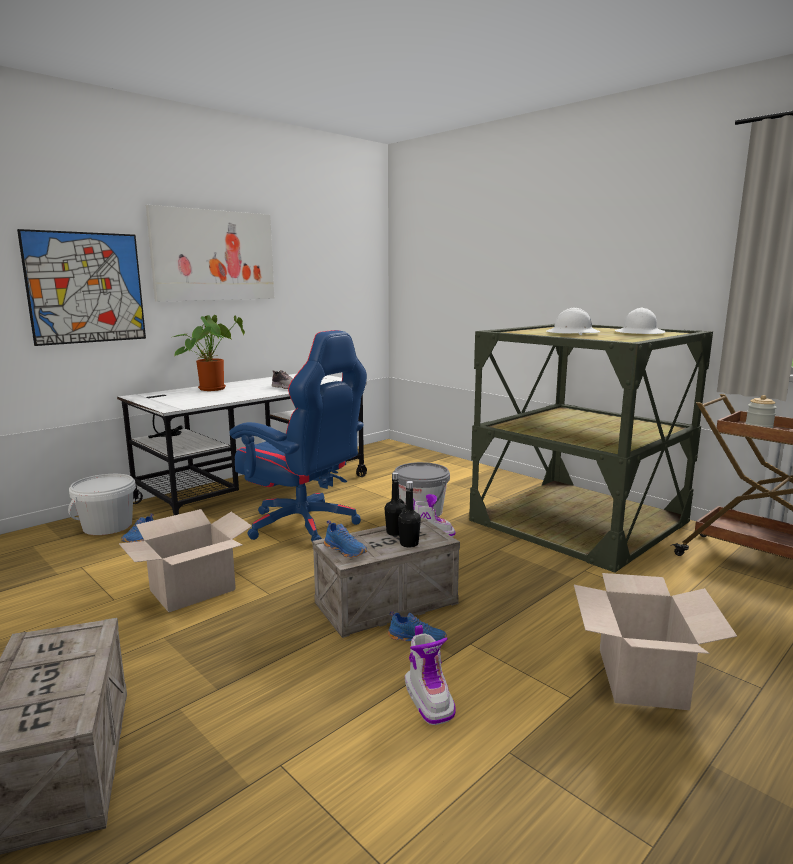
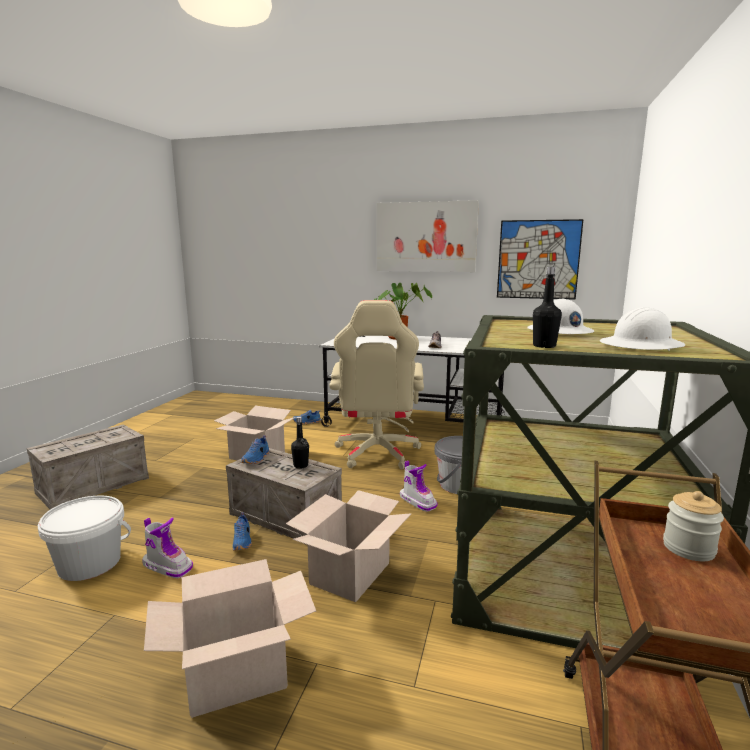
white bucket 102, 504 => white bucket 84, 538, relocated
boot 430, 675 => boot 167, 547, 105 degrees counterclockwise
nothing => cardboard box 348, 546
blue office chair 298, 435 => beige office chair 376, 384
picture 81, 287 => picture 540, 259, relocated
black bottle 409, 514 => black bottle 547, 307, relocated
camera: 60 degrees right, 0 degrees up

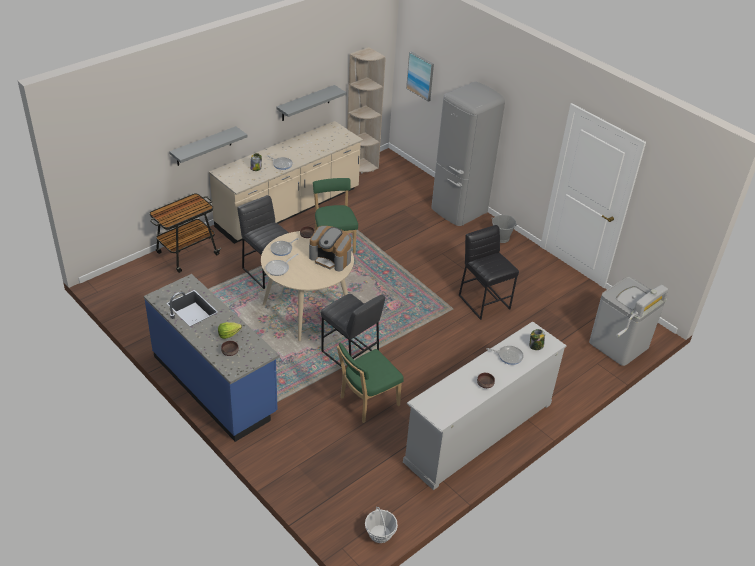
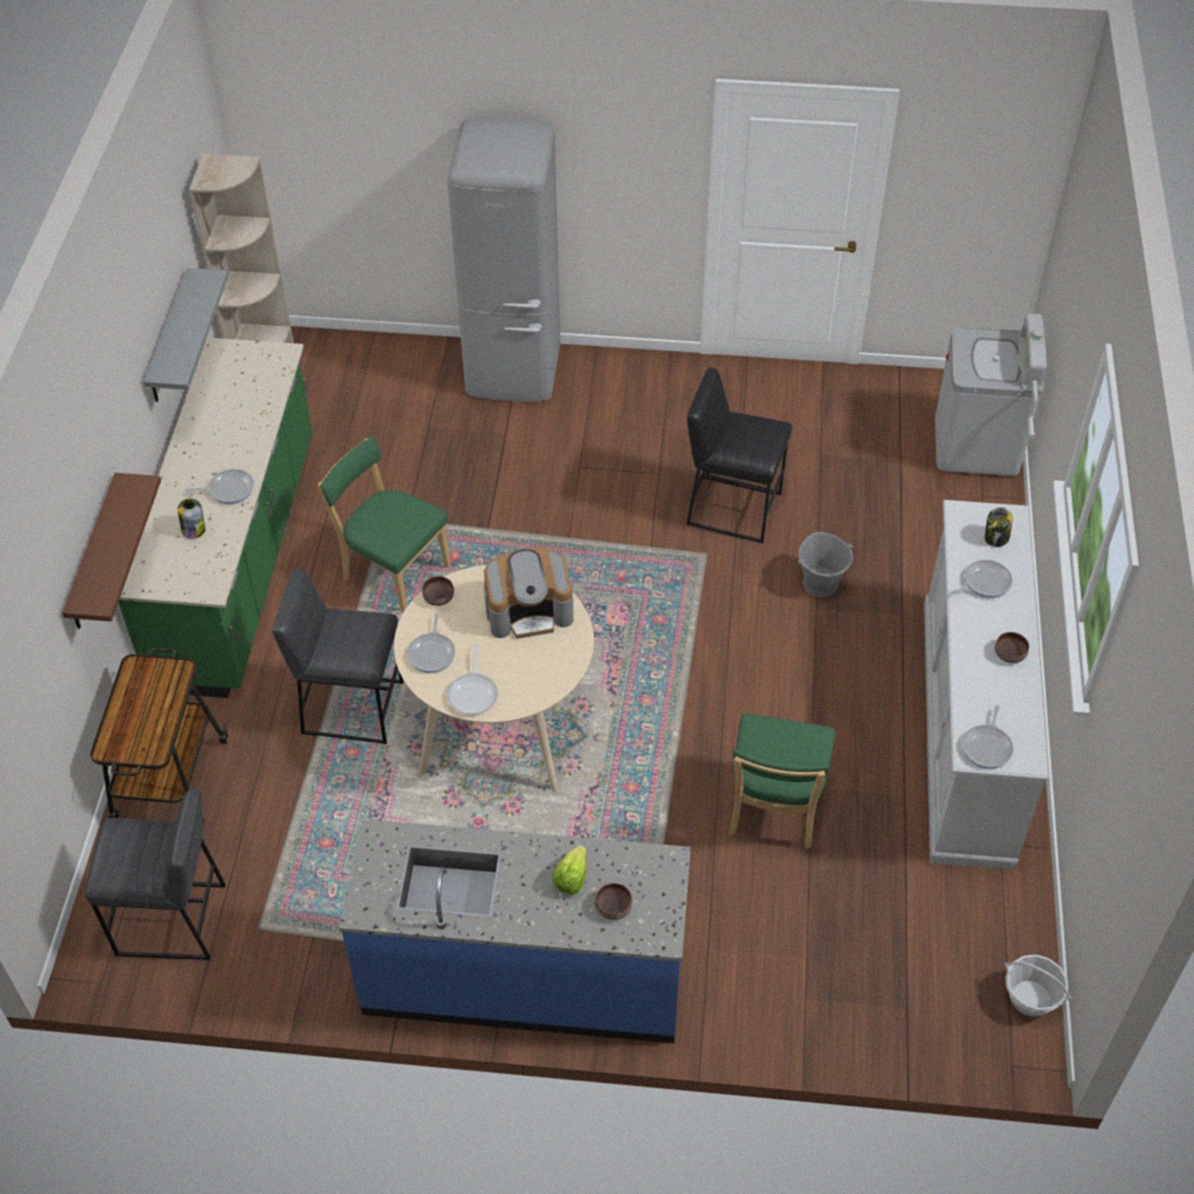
grey shelf 208, 146 => brown shelf 111, 551
grey stool 353, 330 => grey stool 155, 874, relocated
beige counter 286, 182 => green counter 215, 518
grey bucket 504, 229 => grey bucket 825, 564, relocated
nothing => frying pan 987, 737
picture 420, 77 => nothing
camera: 40 degrees left, 10 degrees up

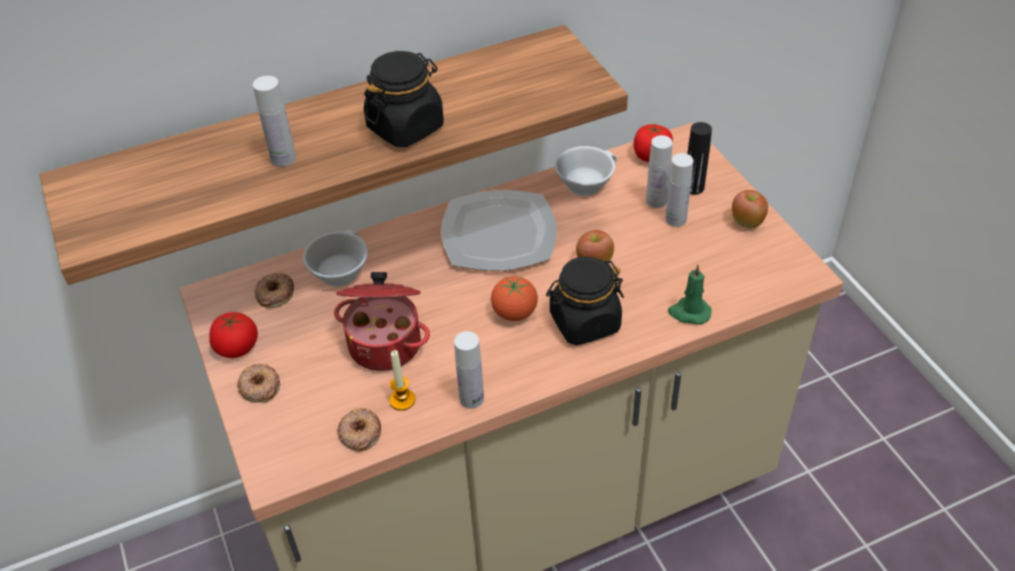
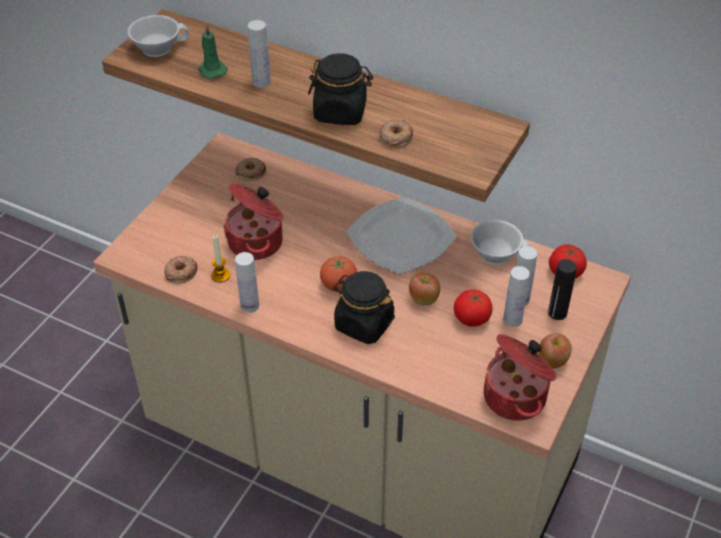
white cup 335, 258 => white cup 158, 36, relocated
green candle 690, 294 => green candle 213, 52, relocated
donut 259, 383 => donut 396, 133, relocated
tomato 233, 335 => tomato 473, 308, relocated
nothing => cooking pot 520, 377
camera: 50 degrees right, 0 degrees up

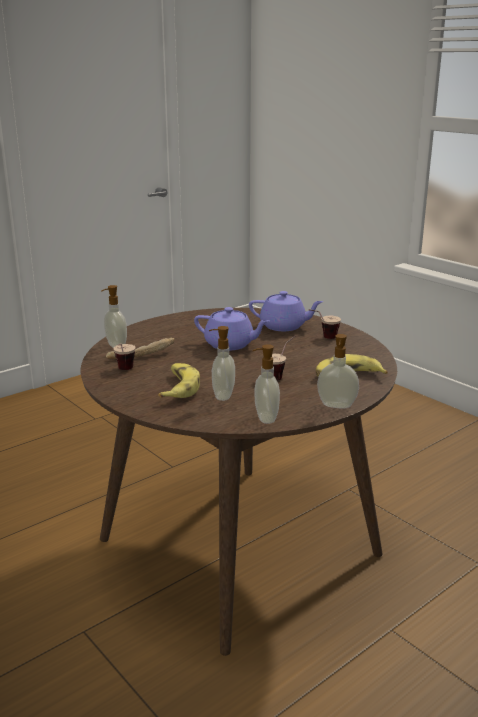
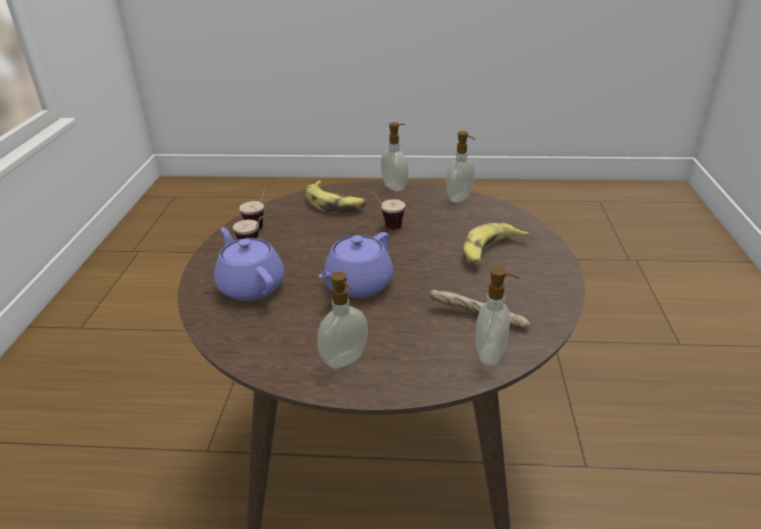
cup 124, 356 => cup 257, 205, relocated
soap dispenser 222, 363 => soap dispenser 342, 320, relocated
purple teapot 231, 329 => purple teapot 356, 265, 120 degrees counterclockwise
camera: 135 degrees left, 10 degrees up

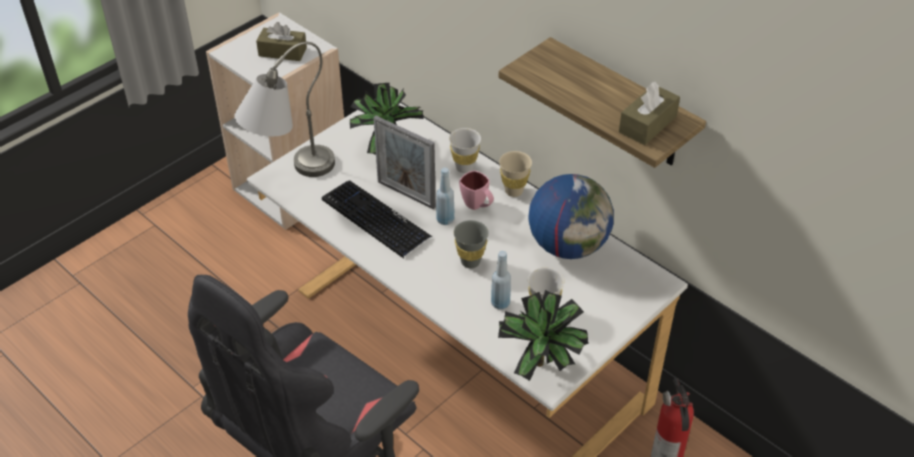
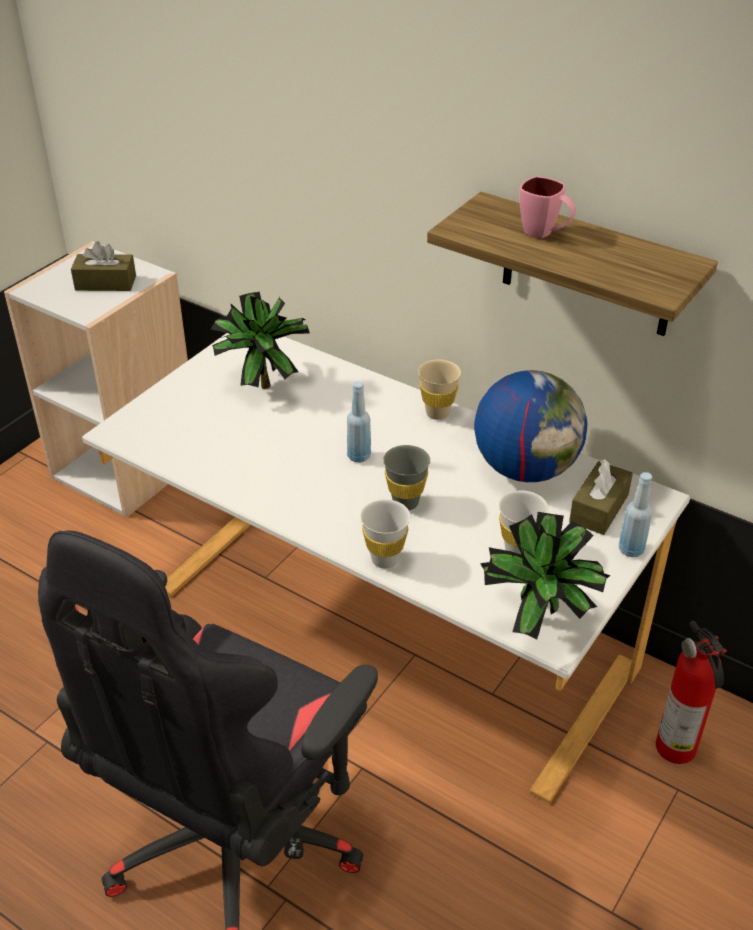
white cup 465, 150 => white cup 385, 534, relocated
pink mug 476, 190 => pink mug 547, 207, relocated
brown tissue box 649, 113 => brown tissue box 601, 497, relocated
blue bottle 501, 280 => blue bottle 636, 514, relocated
grey table lamp 284, 109 => nothing
keyboard 377, 219 => nothing
picture frame 404, 163 => nothing
camera: 10 degrees left, 5 degrees down

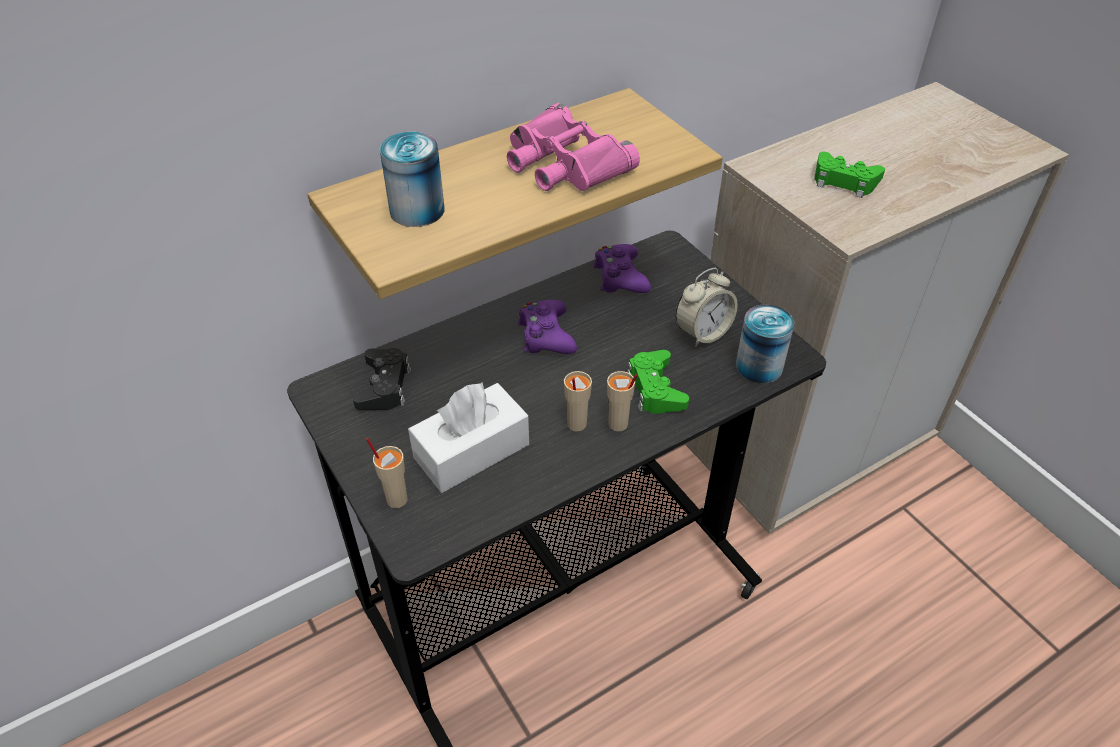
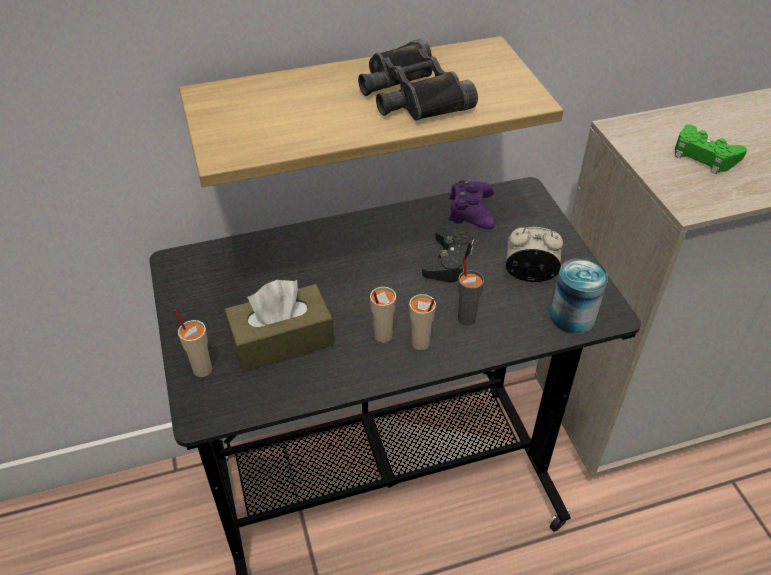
white tissue box 468, 437 => brown tissue box 279, 326
pink binoculars 573, 147 => black binoculars 418, 80
black game controller 382, 379 => black game controller 448, 255, relocated
green game controller 658, 382 => grey cup 471, 290
alarm clock 706, 307 => alarm clock 534, 254, 150 degrees counterclockwise
can 412, 179 => nothing
purple game controller 547, 327 => nothing
camera: 15 degrees right, 0 degrees up

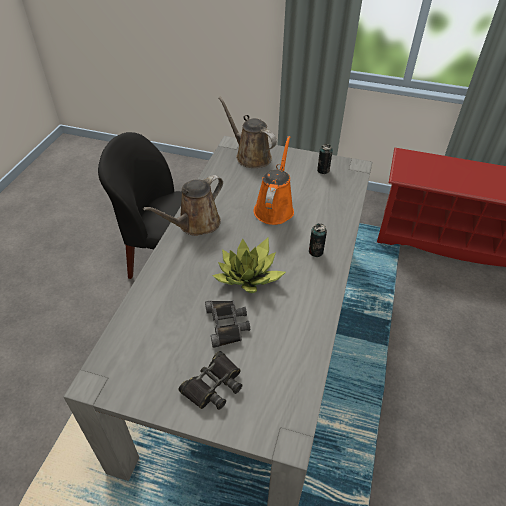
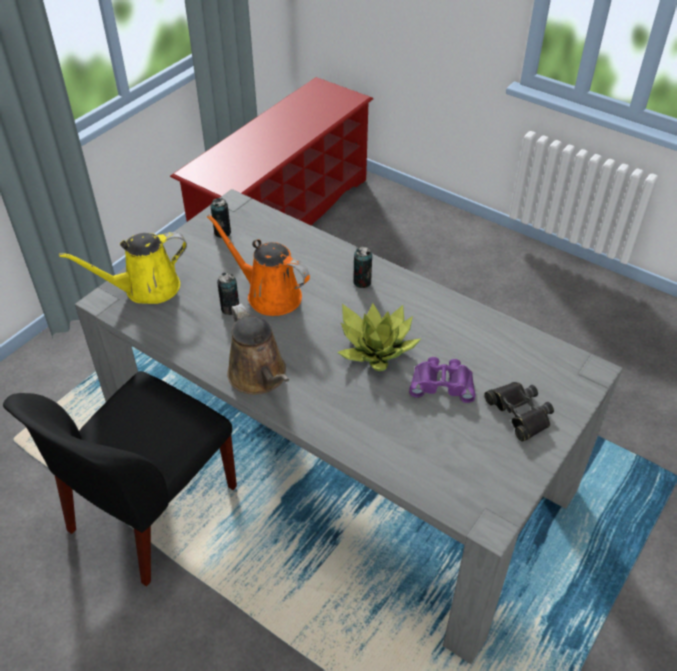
brown watering can 248, 132 => yellow watering can 123, 268
nothing => can 228, 294
black binoculars 227, 324 => purple binoculars 442, 380
camera: 70 degrees left, 0 degrees up

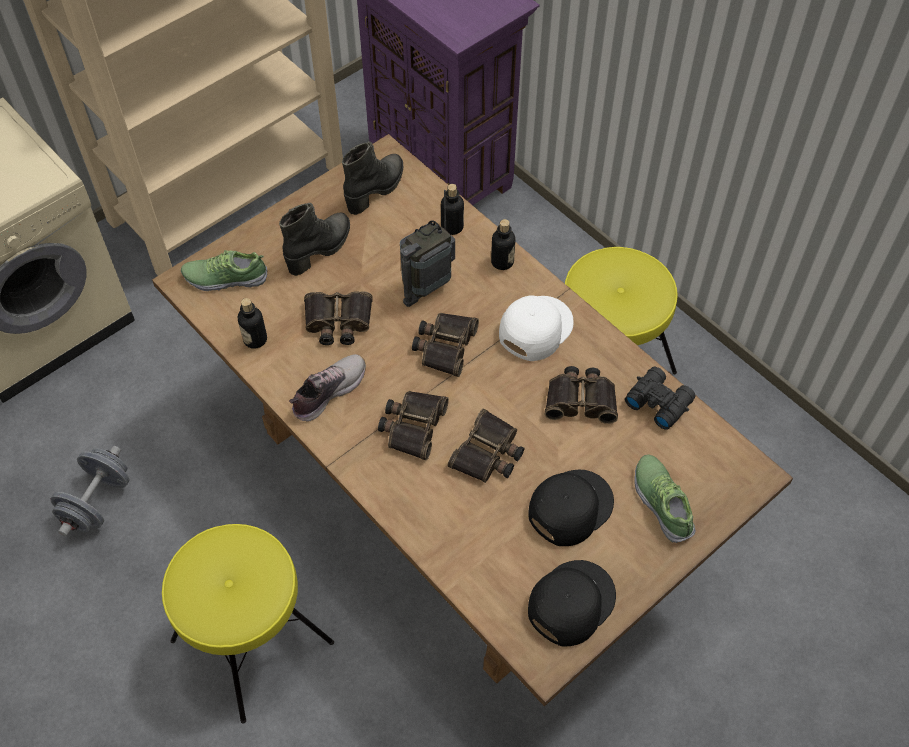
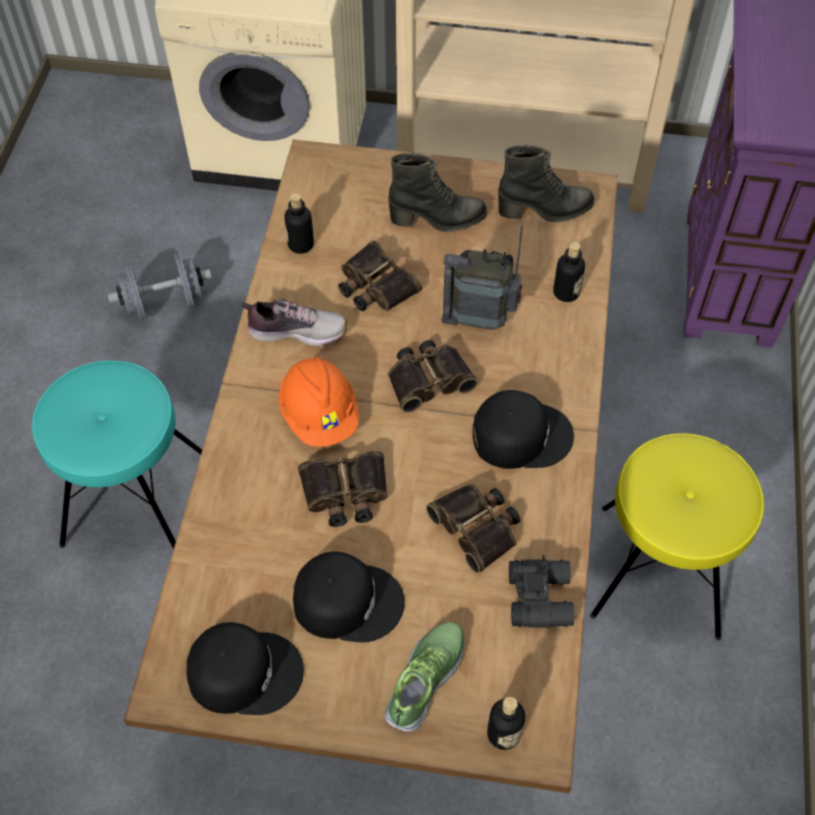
yellow stool 248, 624 => turquoise stool 117, 454
binoculars 413, 426 => orange hard hat 319, 402
white cap 536, 328 => black cap 523, 429
bottle 503, 244 => bottle 506, 723, relocated
shoe 224, 270 => nothing
camera: 50 degrees right, 0 degrees up

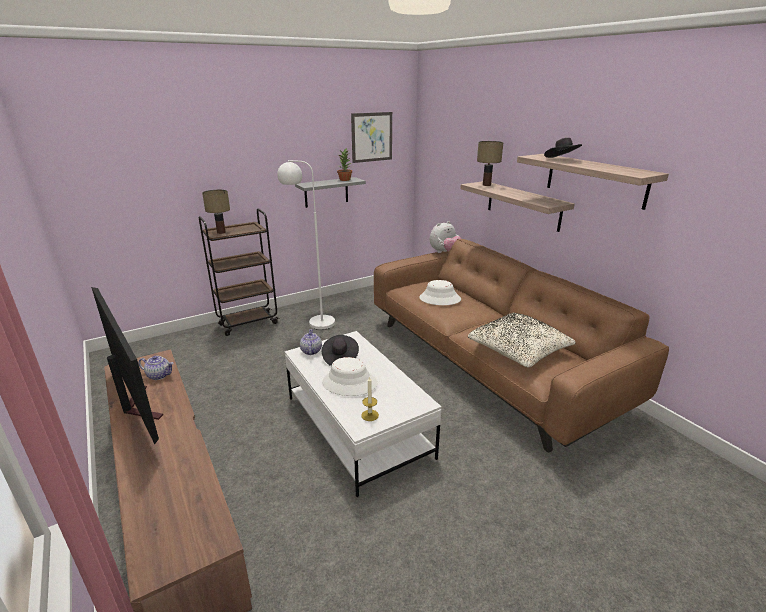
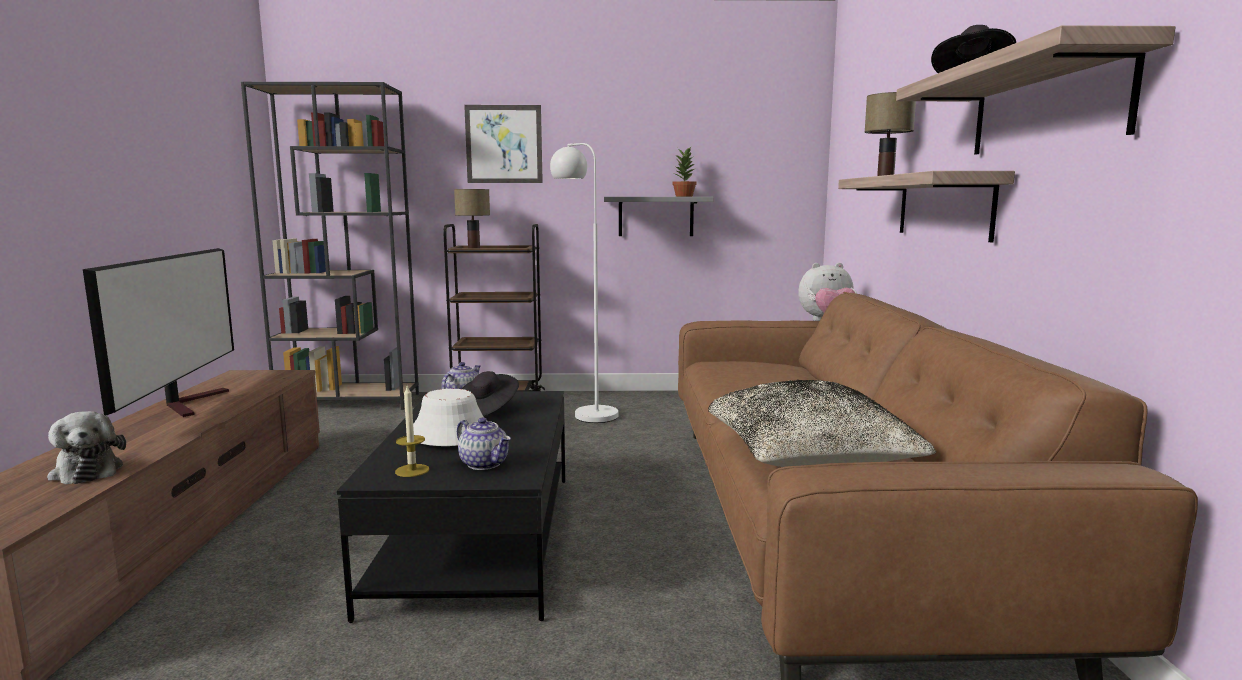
nothing => plush toy 86, 447
nothing => bookcase 330, 246
white coffee table 363, 414 => black coffee table 451, 507
teapot 156, 368 => teapot 484, 443, relocated
picture 371, 137 => picture 503, 144, relocated
white hat 440, 292 => nothing
camera: 30 degrees right, 15 degrees down

